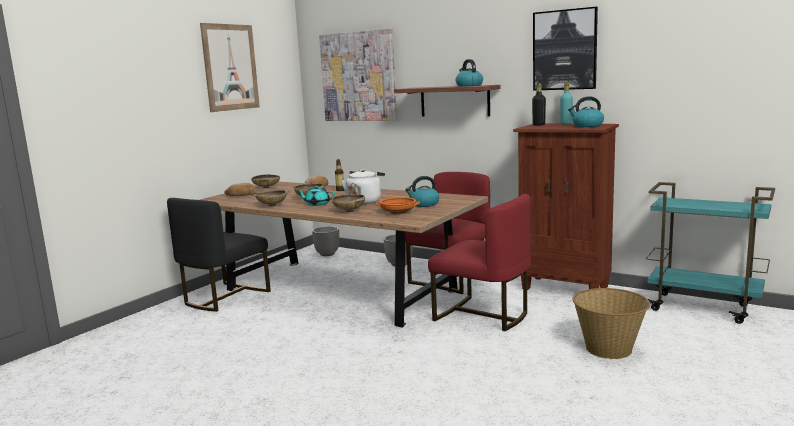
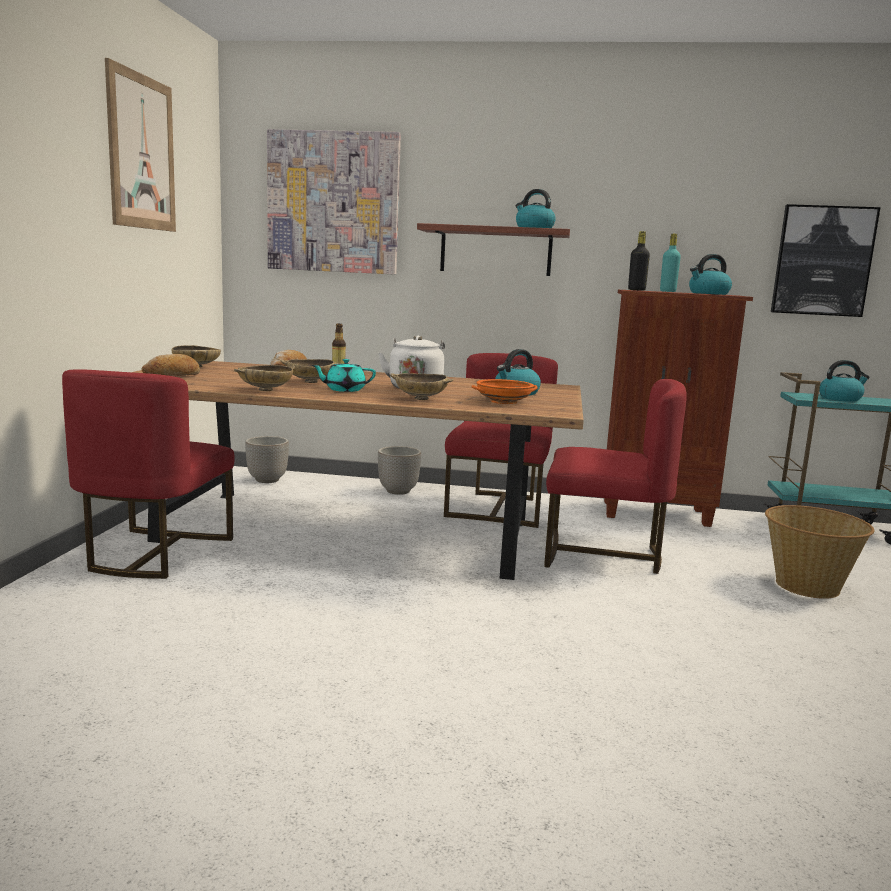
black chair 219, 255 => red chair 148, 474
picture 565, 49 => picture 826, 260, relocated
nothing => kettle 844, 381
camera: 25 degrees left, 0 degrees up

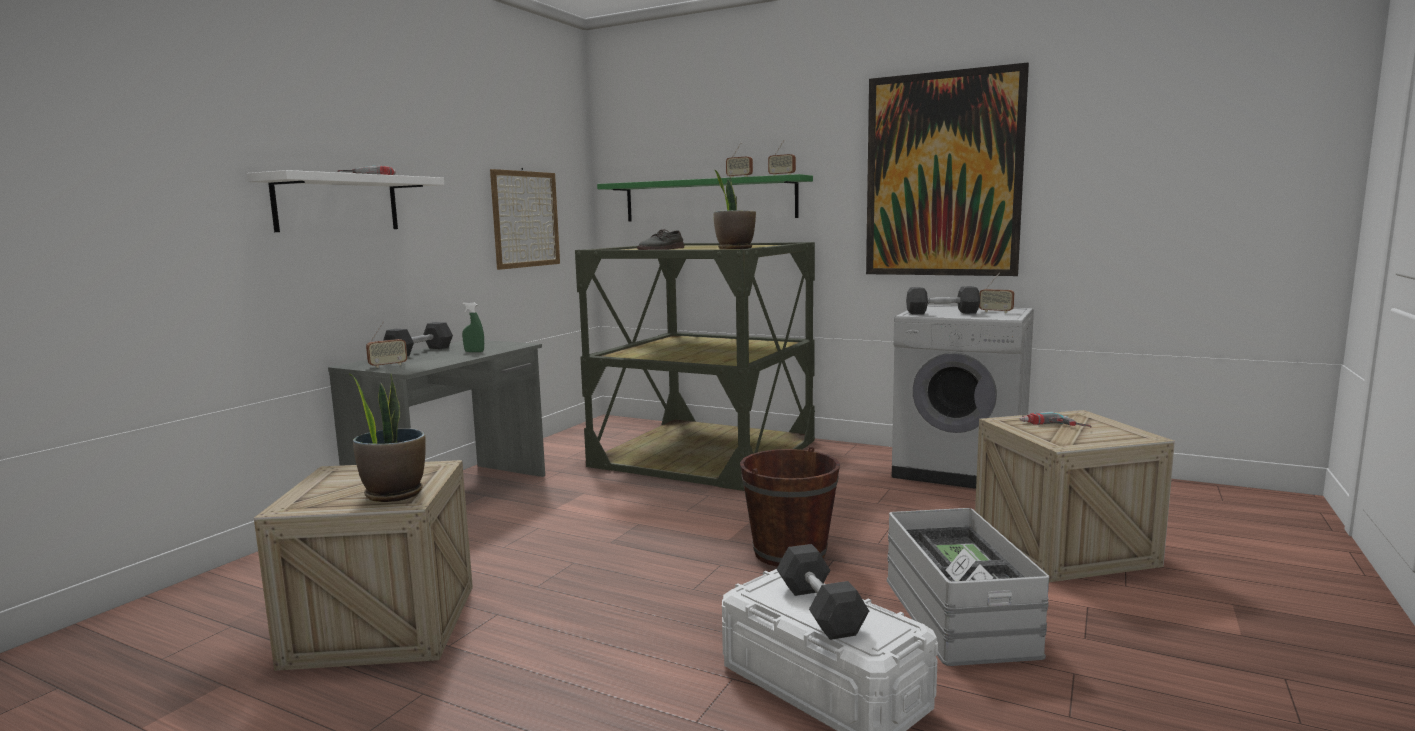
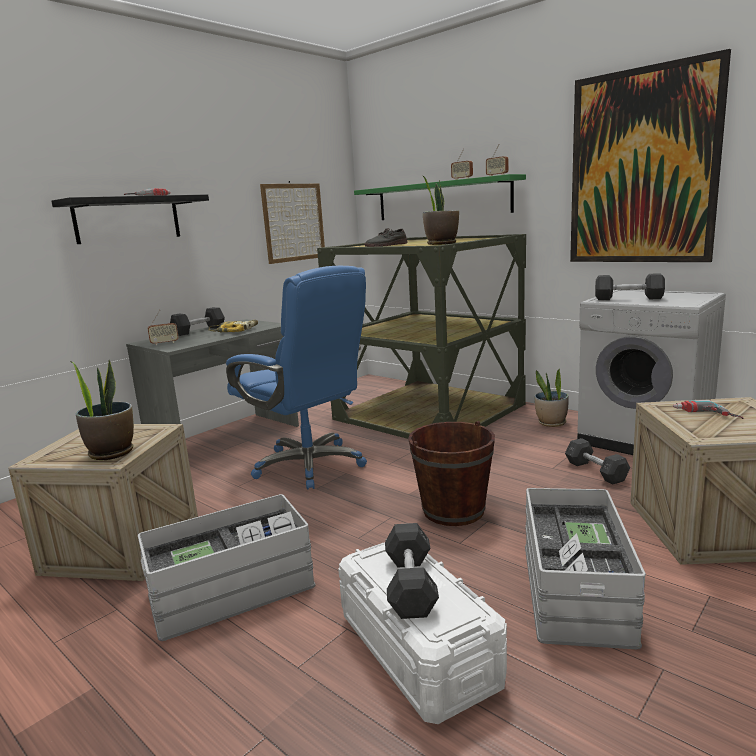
white shelf 345, 201 => black shelf 130, 219
nothing => grey storage box 227, 567
green spray bottle 473, 327 => power drill 233, 326
nothing => blue office chair 296, 378
nothing => potted plant 552, 397
nothing => grey dumbbell 597, 461
radio 996, 293 => nothing
camera: 15 degrees right, 5 degrees up

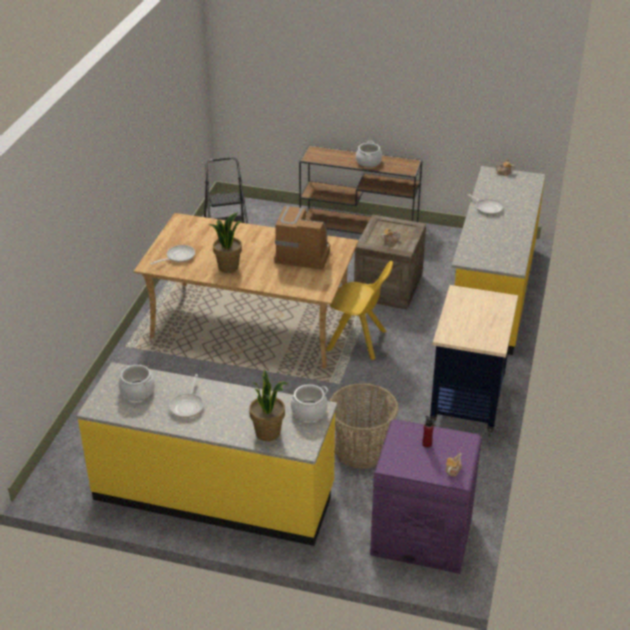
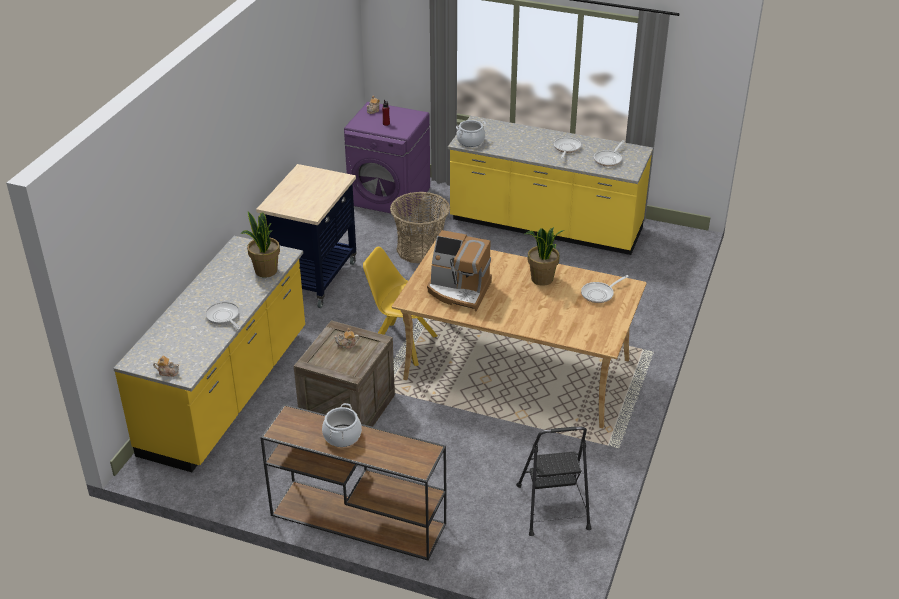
potted plant 268, 405 => potted plant 260, 244, relocated
cooking pot 136, 383 => frying pan 609, 153
camera: 175 degrees left, 0 degrees up

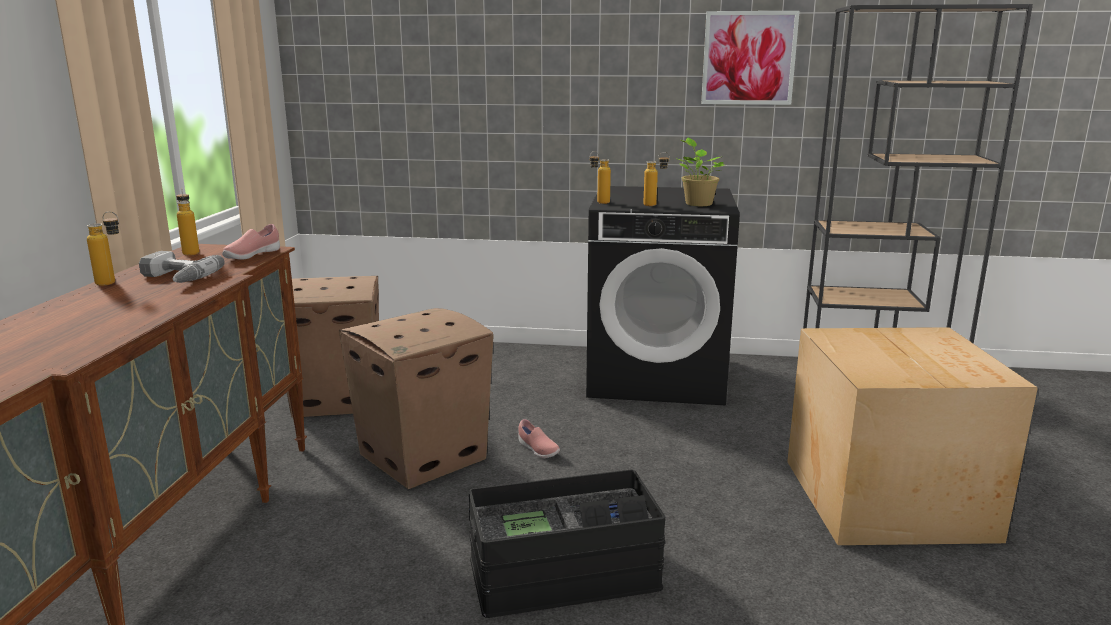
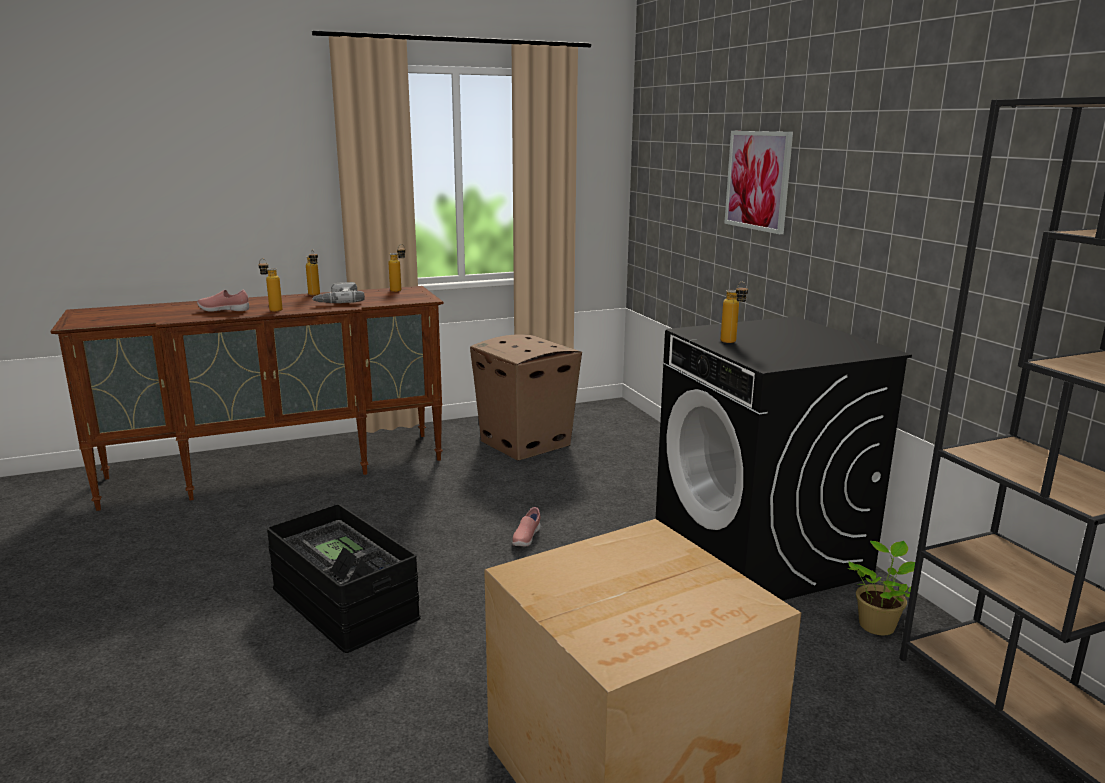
pink shoe 251, 242 => pink shoe 223, 301, relocated
bottle 600, 177 => bottle 270, 285, relocated
picture 750, 58 => picture 758, 182, relocated
potted plant 701, 172 => potted plant 881, 588, relocated
cardboard box 416, 398 => nothing
camera: 60 degrees right, 0 degrees up

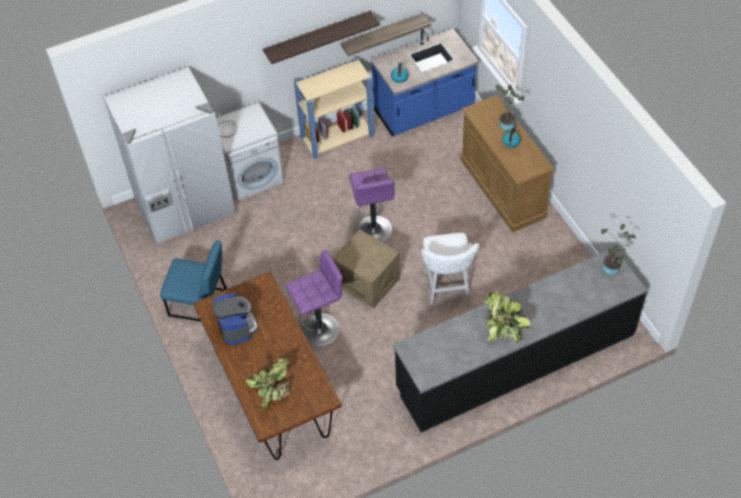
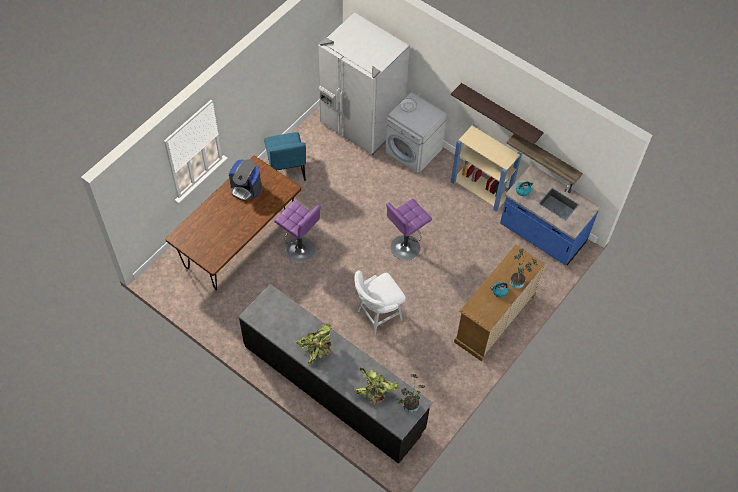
coffee machine 235, 319 => coffee machine 245, 180, 75 degrees clockwise
potted plant 268, 384 => potted plant 376, 385, relocated
crate 366, 269 => nothing
camera: 60 degrees right, 5 degrees up

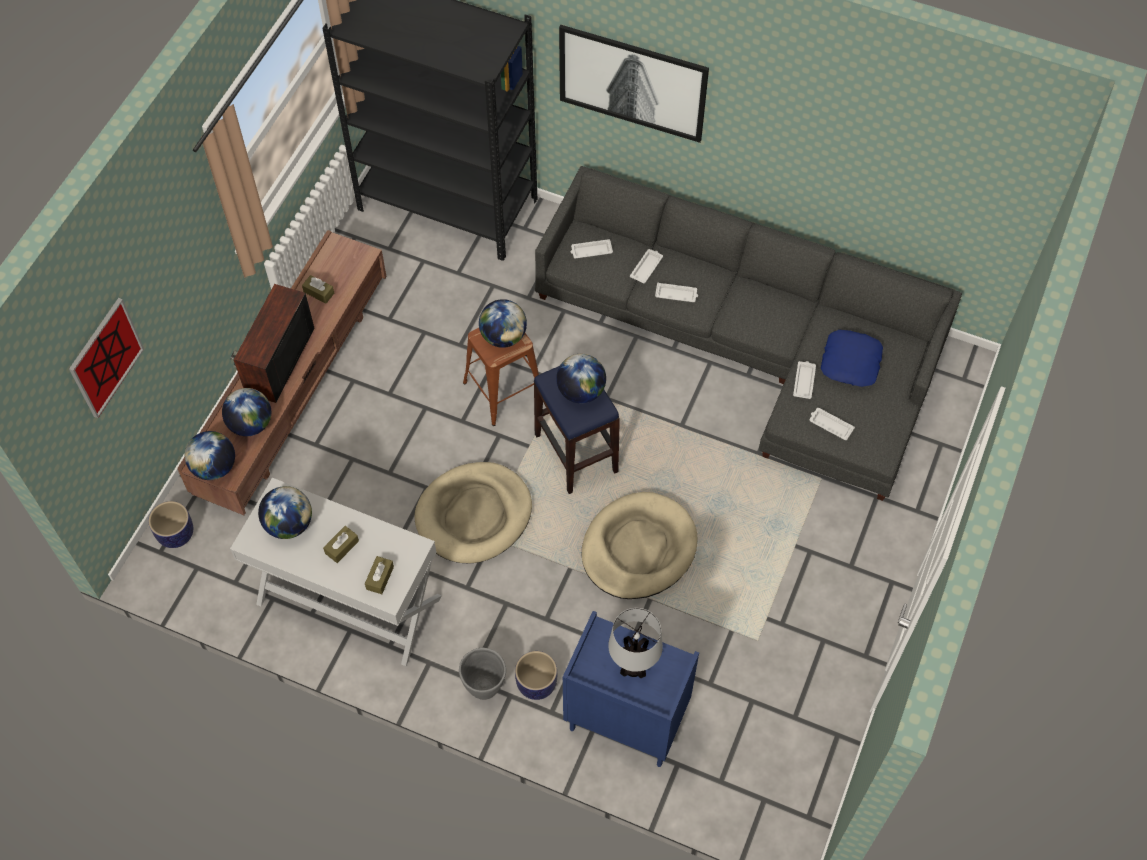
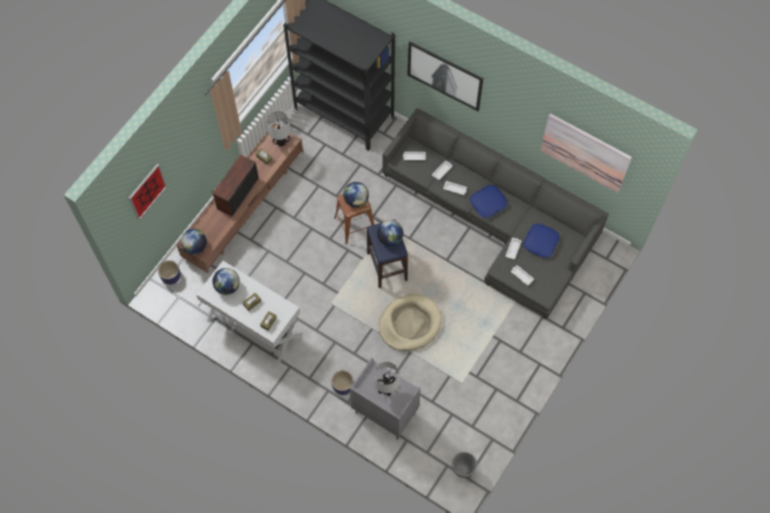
nothing => table lamp 279, 128
blue cabinet 631, 689 => grey cabinet 385, 398
grey planter 482, 674 => grey planter 464, 465, relocated
nothing => blue pillow 488, 201
nothing => picture 586, 153
globe 246, 412 => nothing
beige dog bed 473, 513 => nothing
camera: 10 degrees right, 5 degrees up

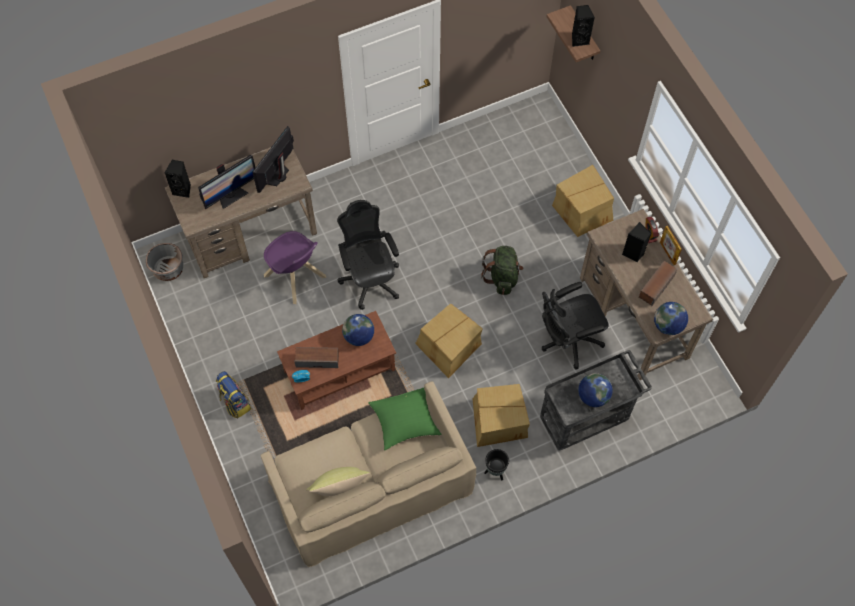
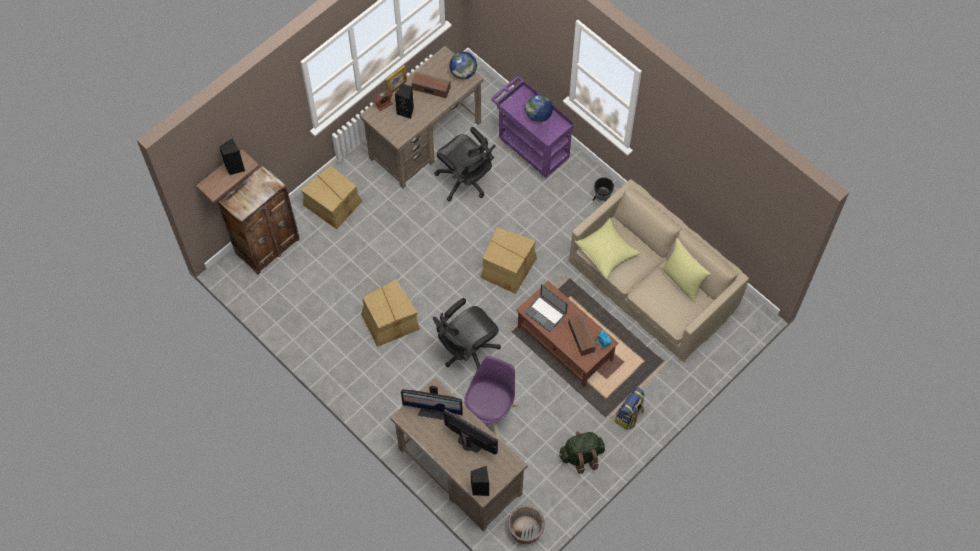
nothing => brown cabinet 258, 220
cardboard box 501, 415 => cardboard box 390, 313, relocated
black cart 596, 400 => purple cart 533, 127
globe 358, 330 => laptop 546, 308
green backpack 502, 270 => green backpack 582, 452, relocated
green pillow 404, 419 => yellow pillow 608, 248
camera: 110 degrees left, 0 degrees up

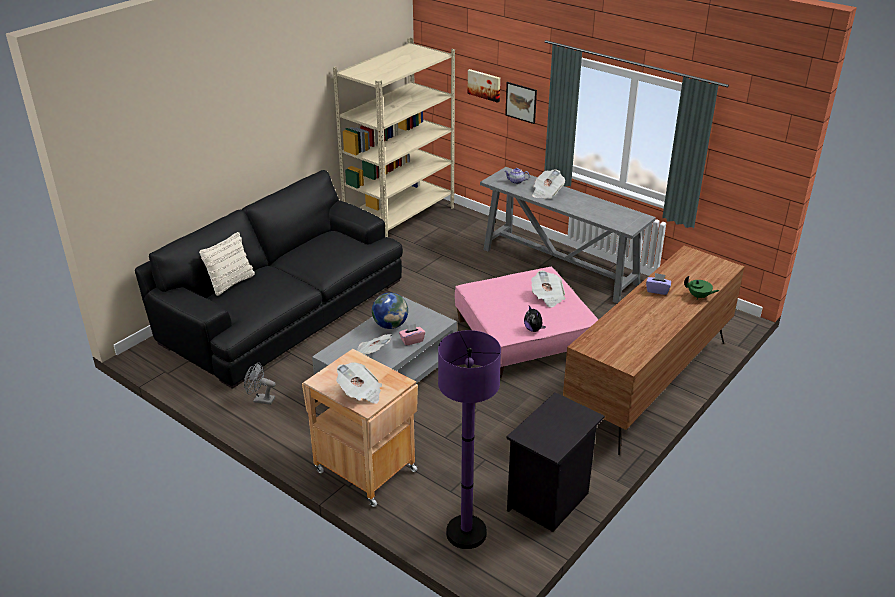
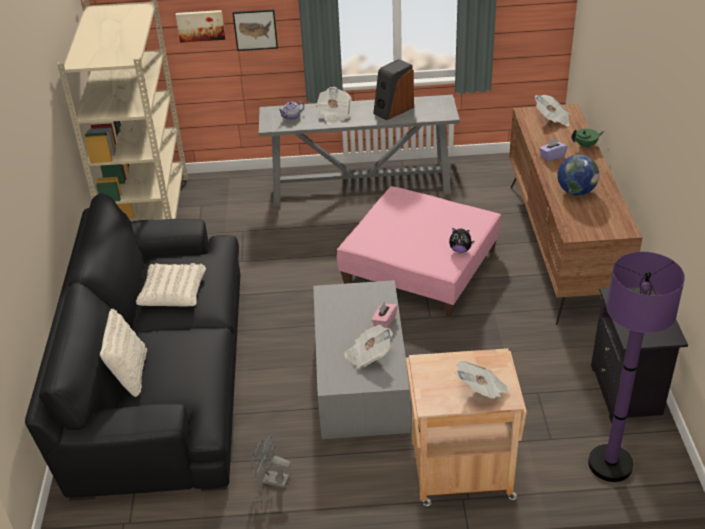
nothing => beige pillow 171, 284
grey fan 260, 383 => grey fan 271, 462, 45 degrees clockwise
nothing => speaker 393, 89
newspaper 548, 289 => newspaper 552, 110, relocated
globe 390, 311 => globe 578, 175, relocated
camera: 40 degrees left, 5 degrees up

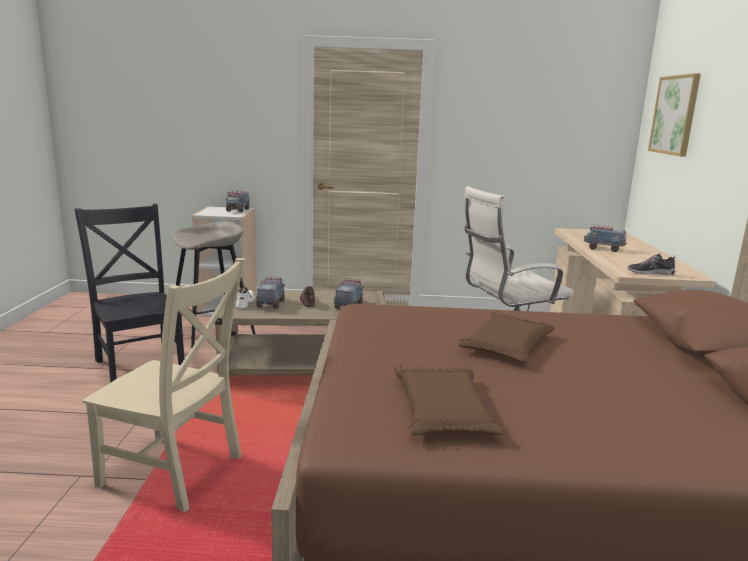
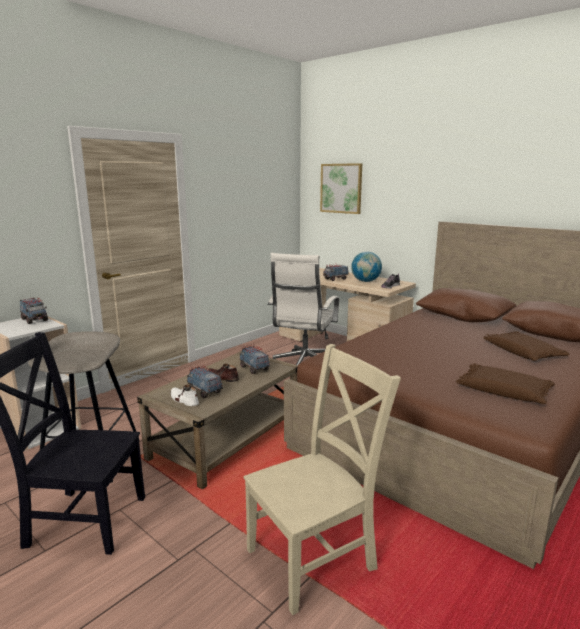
nothing => globe 366, 267
brown pillow 506, 337 => brown pillow 526, 346, relocated
camera: 50 degrees left, 0 degrees up

